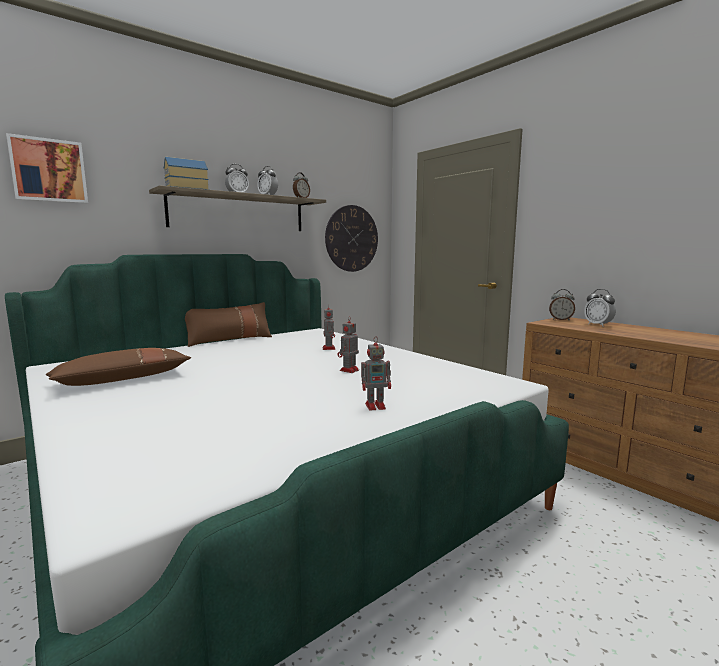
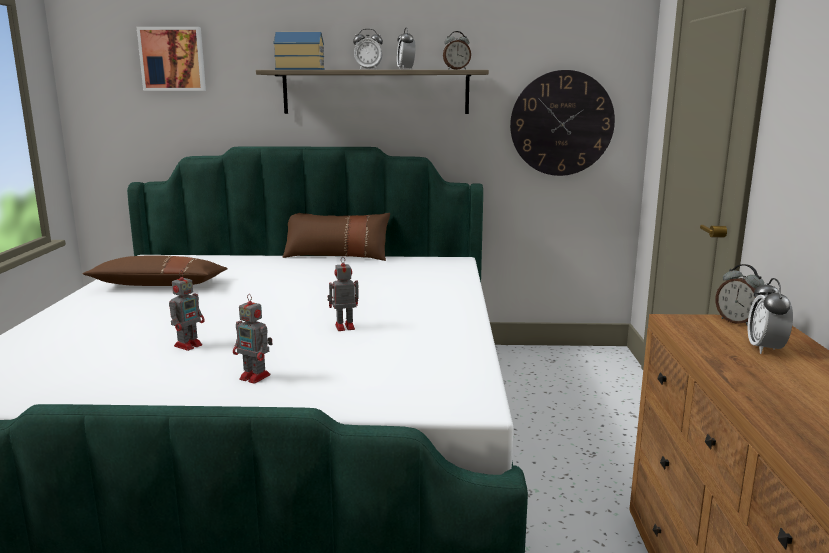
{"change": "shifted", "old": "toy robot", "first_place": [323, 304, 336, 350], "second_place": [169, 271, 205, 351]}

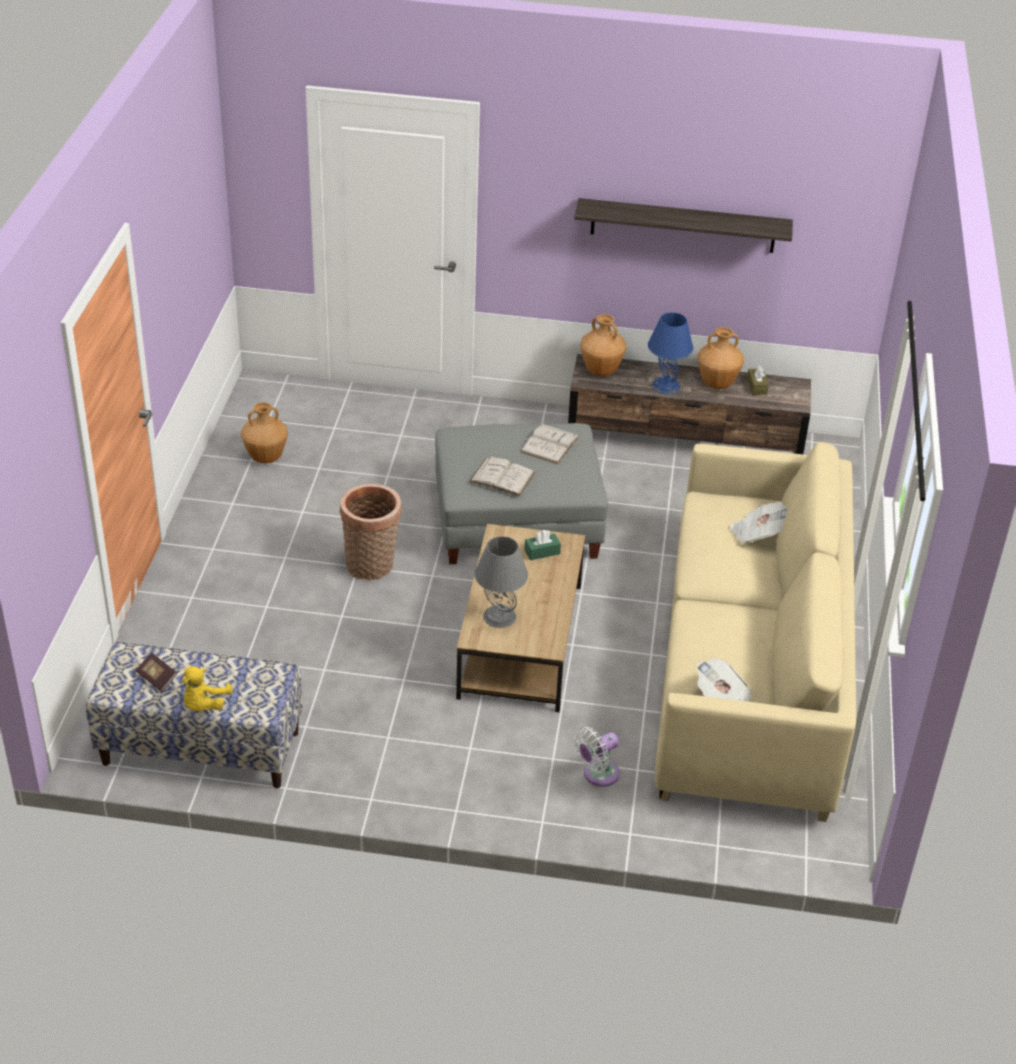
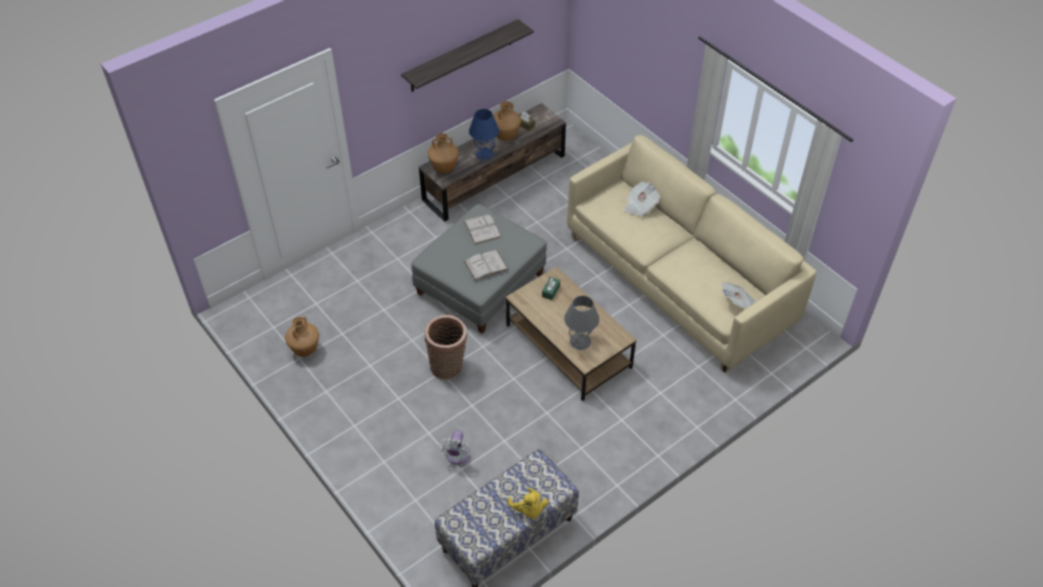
{"change": "gone", "old": "book", "first_place": [136, 652, 178, 692]}
{"change": "shifted", "old": "white fan", "first_place": [574, 727, 620, 787], "second_place": [439, 430, 470, 465]}

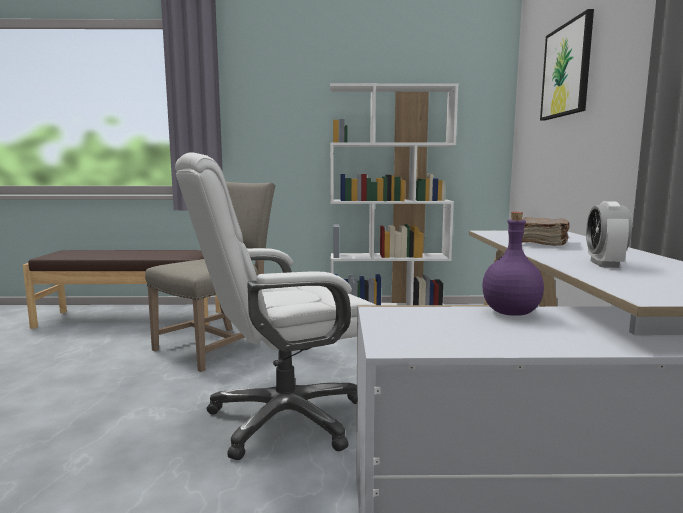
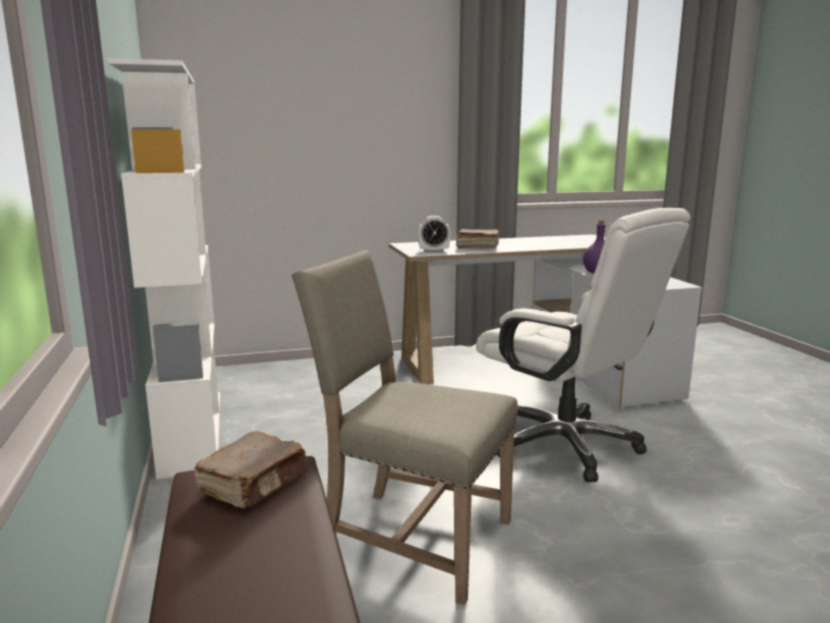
{"change": "gone", "old": "picture", "first_place": [540, 9, 594, 120]}
{"change": "shifted", "old": "alarm clock", "first_place": [586, 201, 632, 268], "second_place": [418, 216, 451, 253]}
{"change": "new", "new": "brown book", "second_place": [194, 431, 307, 508]}

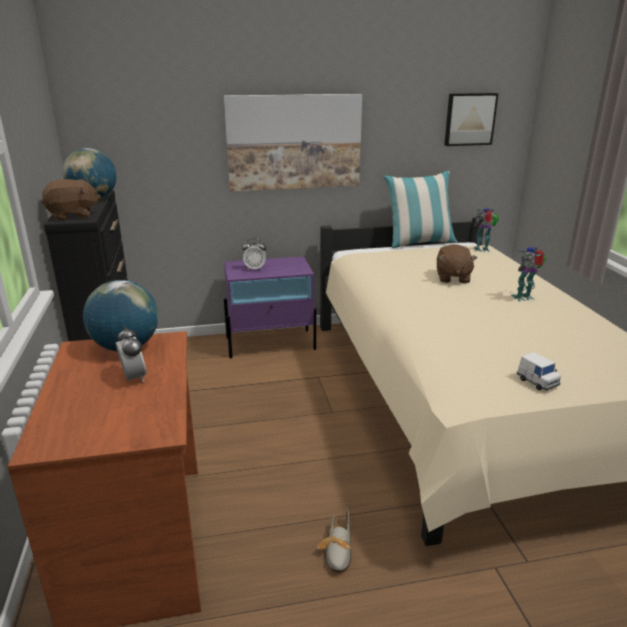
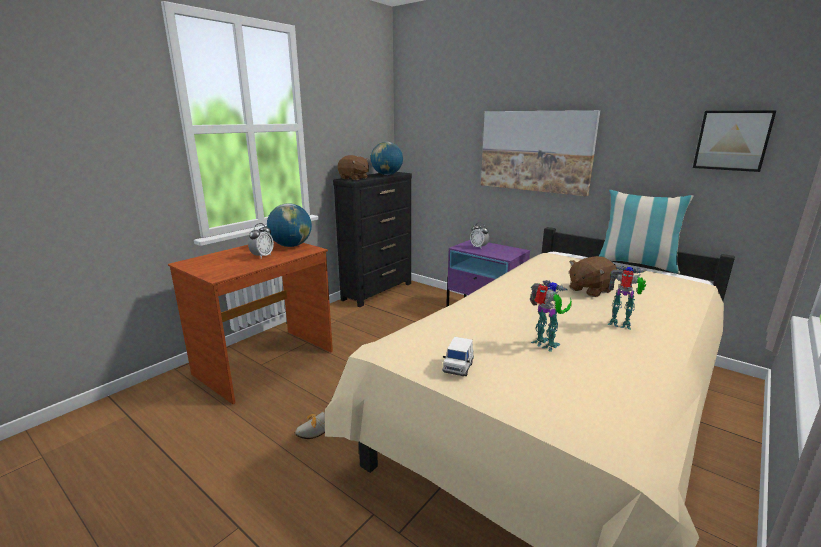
{"change": "shifted", "old": "toy robot", "first_place": [474, 208, 499, 252], "second_place": [530, 280, 572, 352]}

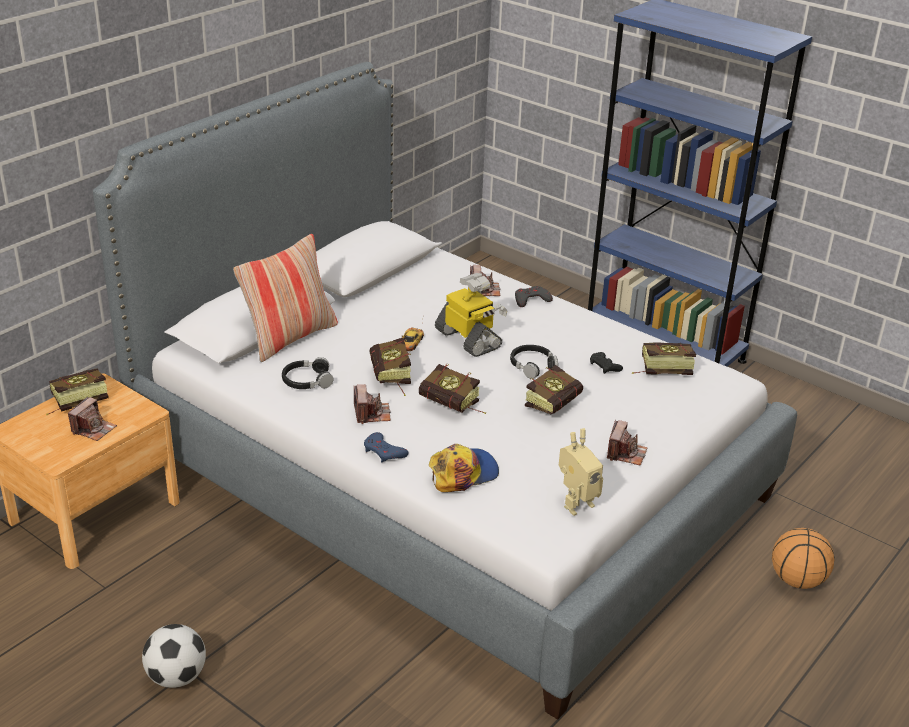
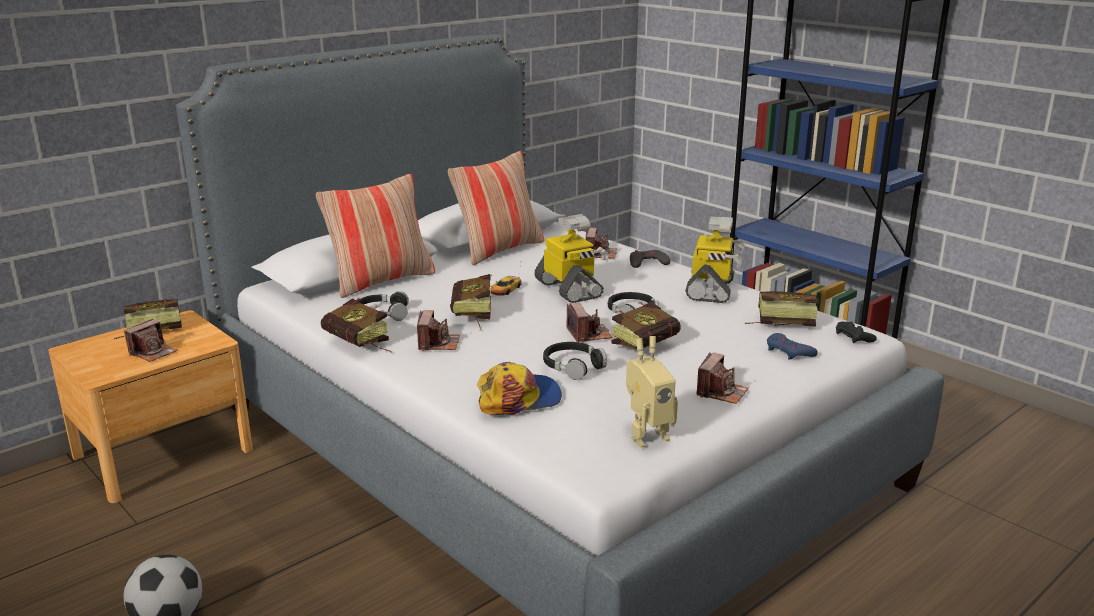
{"change": "shifted", "old": "black game controller", "first_place": [590, 352, 623, 374], "second_place": [836, 321, 877, 343]}
{"change": "shifted", "old": "book", "first_place": [419, 363, 486, 414], "second_place": [321, 298, 392, 353]}
{"change": "shifted", "old": "blue game controller", "first_place": [364, 432, 408, 463], "second_place": [767, 333, 818, 360]}
{"change": "gone", "old": "basketball", "first_place": [772, 528, 835, 589]}
{"change": "new", "new": "pillow", "second_place": [448, 151, 544, 265]}
{"change": "new", "new": "toy robot", "second_place": [685, 216, 745, 303]}
{"change": "new", "new": "photo camera", "second_place": [566, 302, 612, 343]}
{"change": "new", "new": "black headphones", "second_place": [543, 342, 607, 380]}

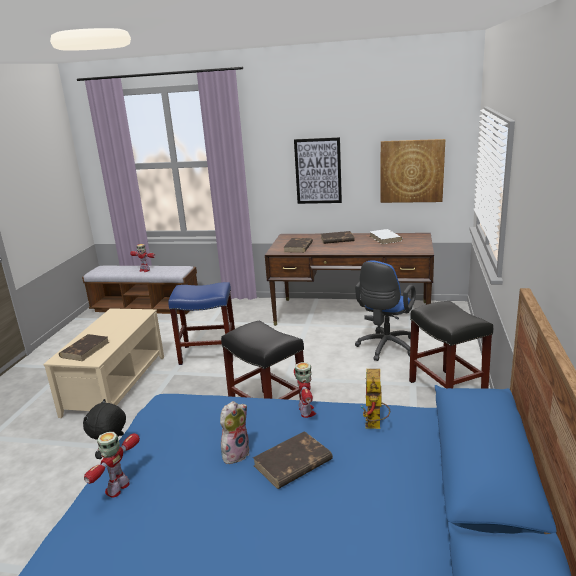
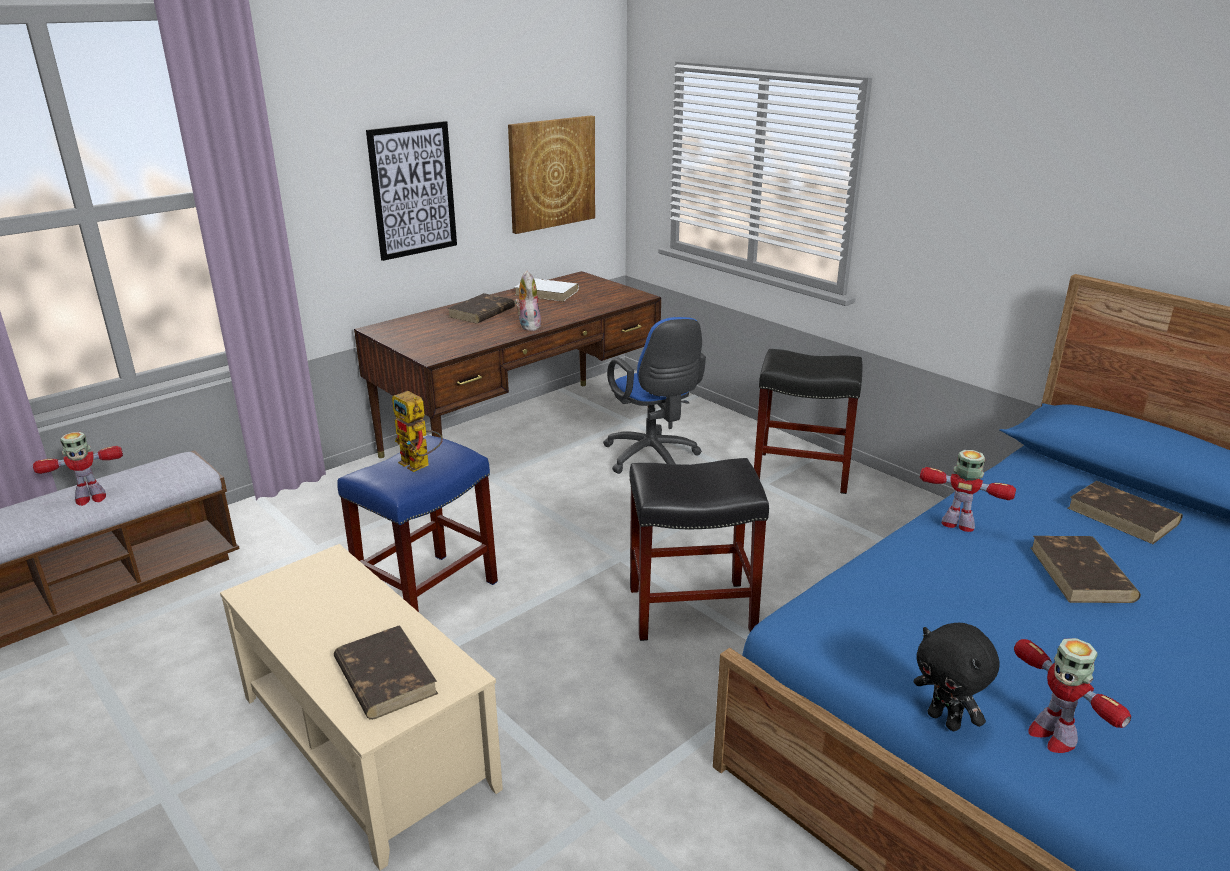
{"change": "shifted", "old": "brown book", "first_place": [284, 238, 313, 253], "second_place": [1068, 481, 1183, 544]}
{"change": "shifted", "old": "toy robot", "first_place": [361, 369, 390, 429], "second_place": [392, 391, 443, 472]}
{"change": "shifted", "old": "plush toy", "first_place": [220, 401, 249, 466], "second_place": [514, 270, 541, 331]}

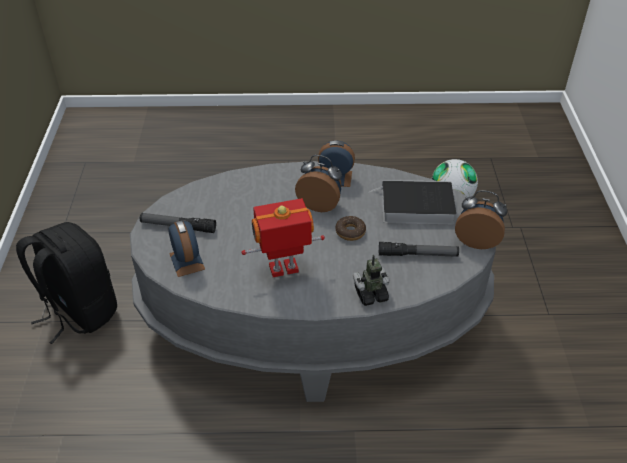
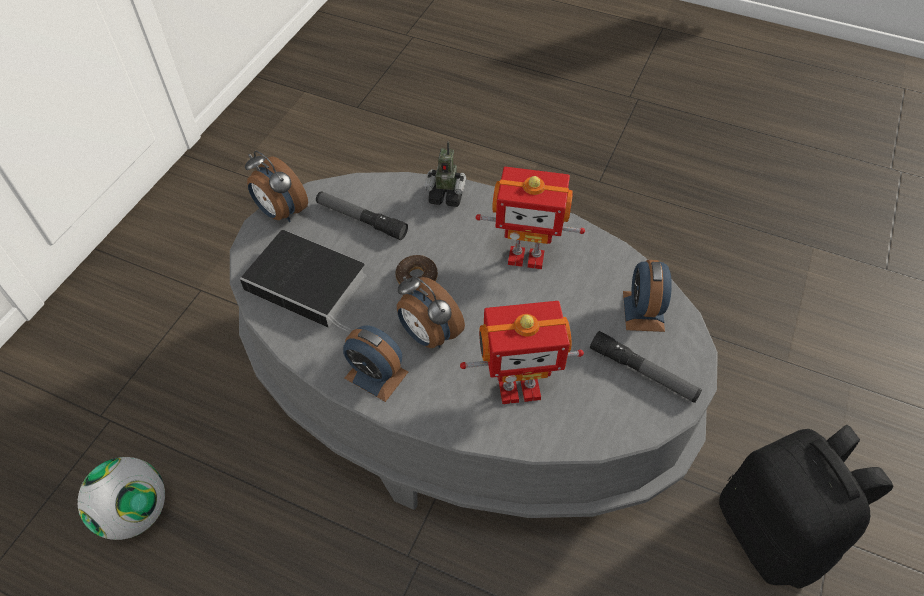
{"change": "new", "new": "toy robot", "second_place": [460, 301, 584, 404]}

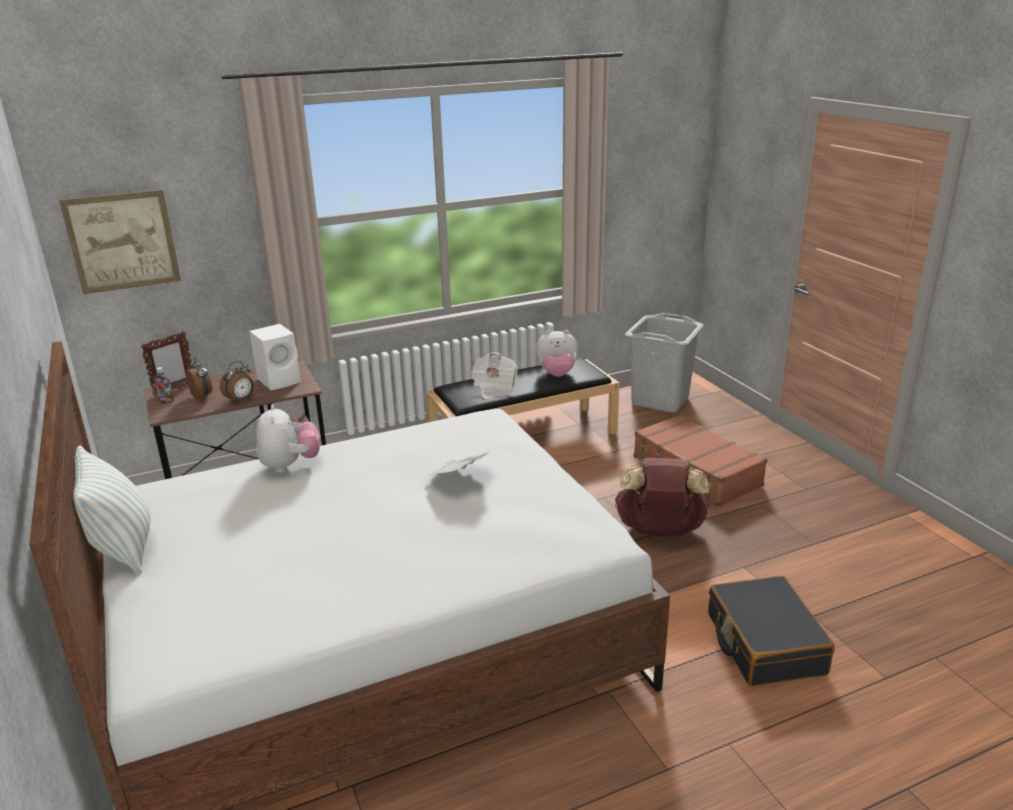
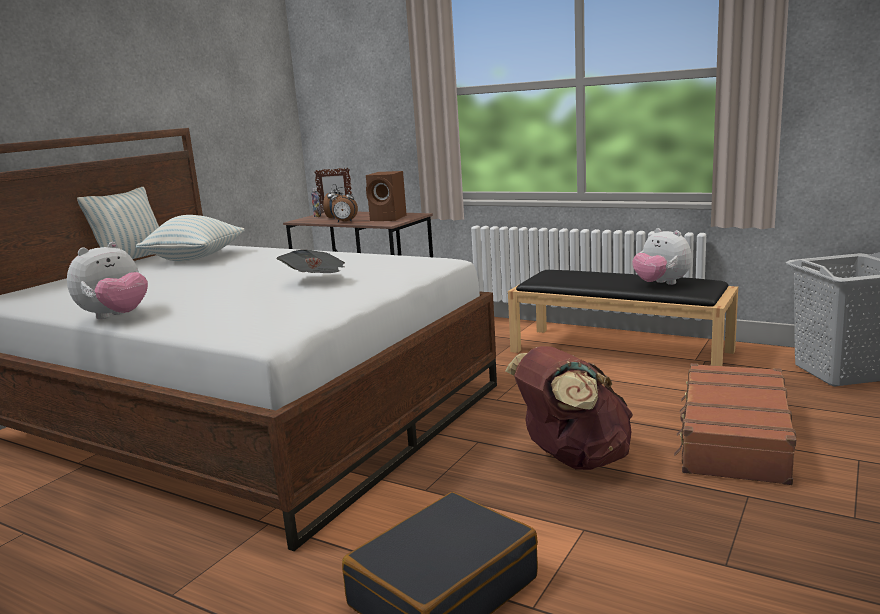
{"change": "gone", "old": "picture", "first_place": [59, 190, 181, 294]}
{"change": "repainted", "old": "white speaker", "new": "brown speaker", "first_place": [249, 324, 301, 390], "second_place": [366, 171, 407, 221]}
{"change": "gone", "old": "newspaper", "first_place": [471, 352, 518, 398]}
{"change": "shifted", "old": "plush toy", "first_place": [256, 404, 320, 473], "second_place": [67, 242, 148, 319]}
{"change": "new", "new": "pillow", "second_place": [136, 215, 244, 261]}

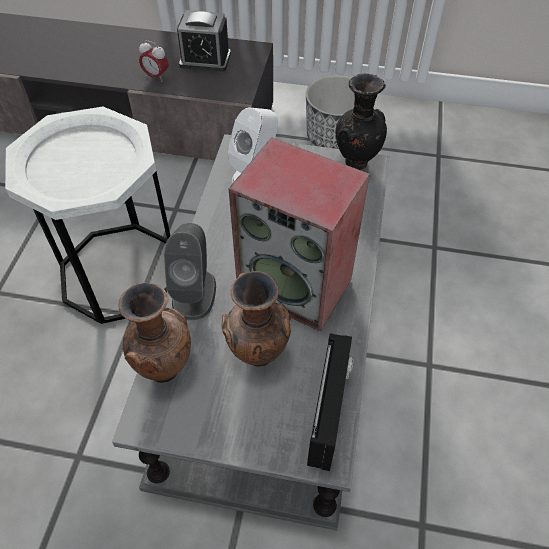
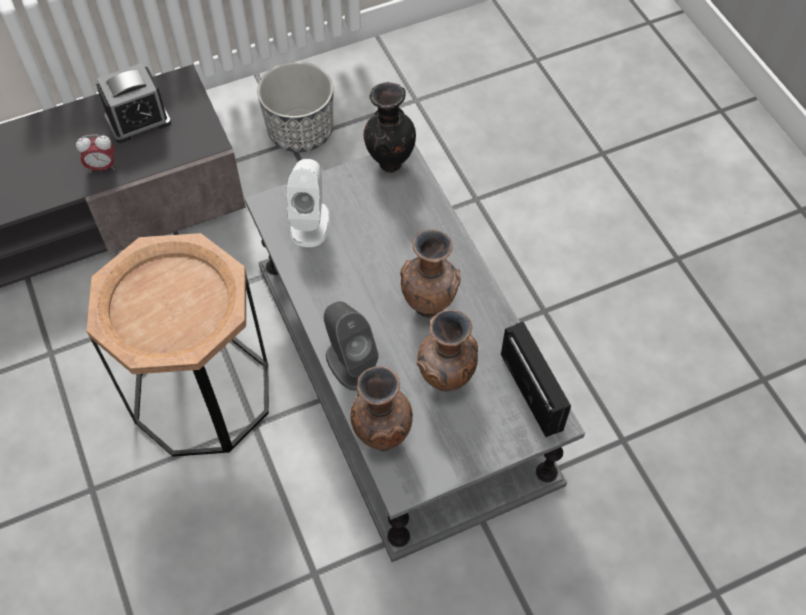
{"change": "repainted", "old": "white side table", "new": "brown side table", "first_place": [5, 107, 171, 324], "second_place": [86, 233, 269, 457]}
{"change": "swapped", "old": "speaker", "new": "brown vase", "first_place": [228, 137, 370, 332], "second_place": [400, 229, 461, 318]}

